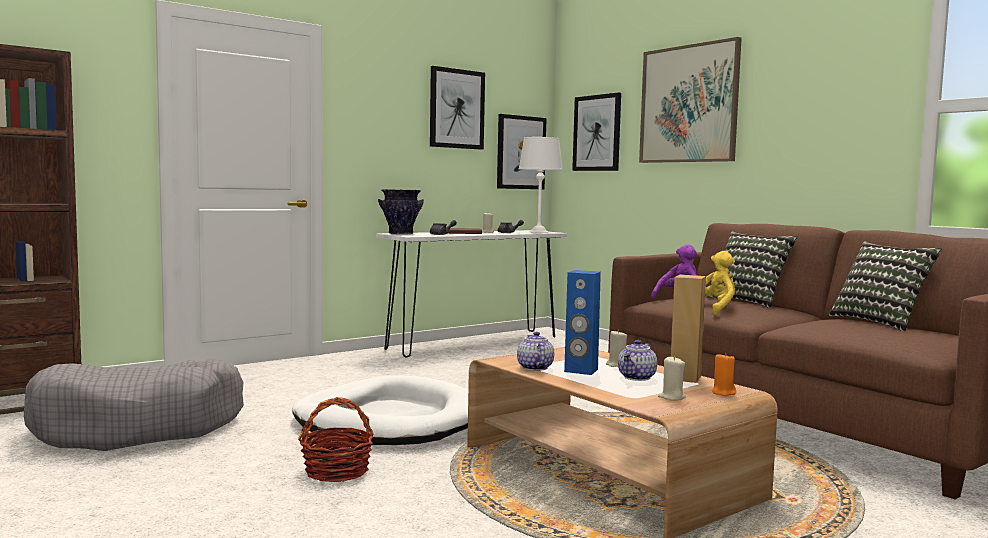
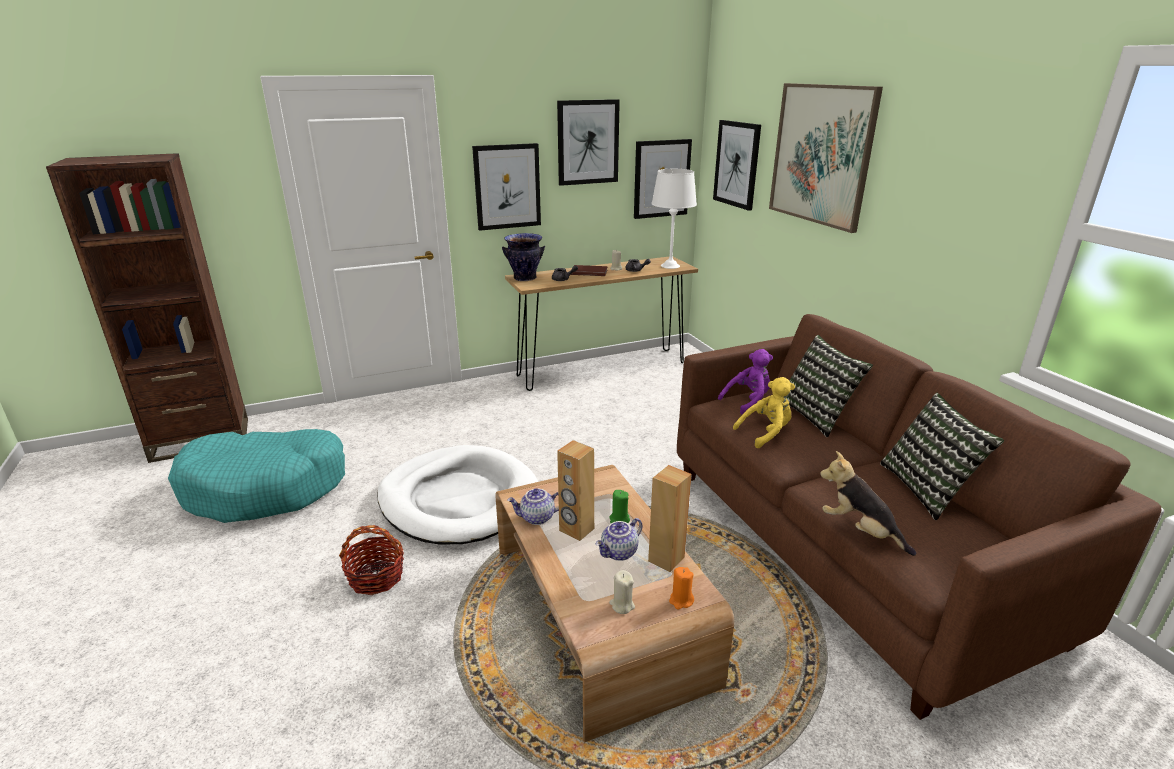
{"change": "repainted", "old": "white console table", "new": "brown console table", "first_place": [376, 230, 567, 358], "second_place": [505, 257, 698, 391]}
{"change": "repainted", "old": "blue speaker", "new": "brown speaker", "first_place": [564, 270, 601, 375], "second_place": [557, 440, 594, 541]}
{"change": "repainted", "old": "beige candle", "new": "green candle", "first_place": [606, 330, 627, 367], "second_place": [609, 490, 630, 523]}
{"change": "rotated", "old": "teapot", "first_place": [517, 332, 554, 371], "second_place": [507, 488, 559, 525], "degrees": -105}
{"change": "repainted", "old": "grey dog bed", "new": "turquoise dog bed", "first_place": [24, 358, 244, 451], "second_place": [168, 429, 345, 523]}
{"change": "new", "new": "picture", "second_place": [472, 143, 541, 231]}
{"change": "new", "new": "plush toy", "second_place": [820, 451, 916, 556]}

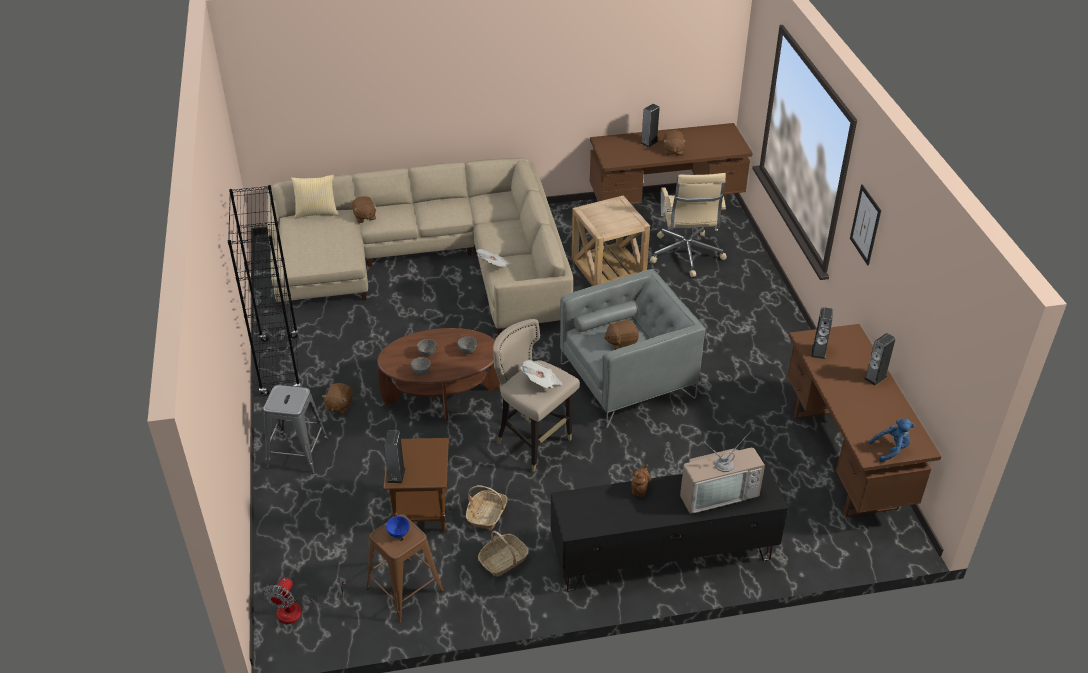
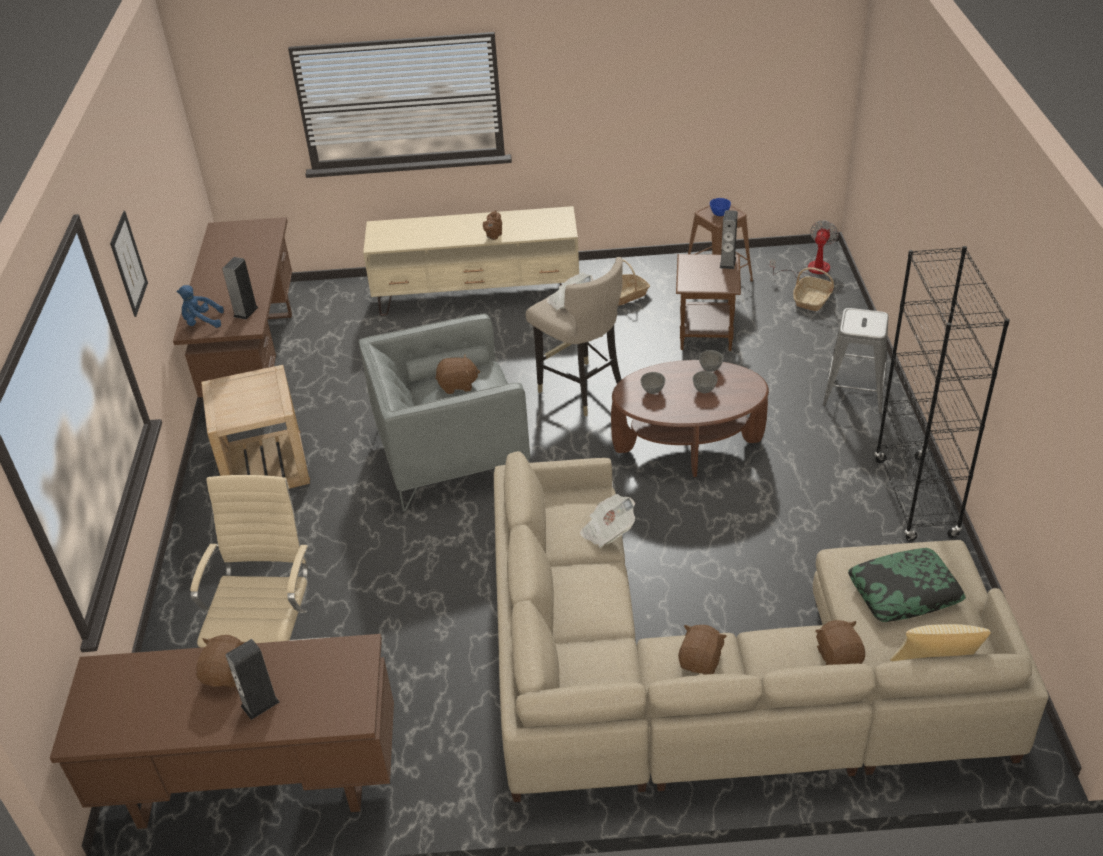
{"change": "shifted", "old": "beige side table", "first_place": [572, 195, 650, 286], "second_place": [201, 365, 310, 488]}
{"change": "gone", "old": "speaker", "first_place": [864, 333, 896, 386]}
{"change": "shifted", "old": "brown plush toy", "first_place": [322, 383, 353, 414], "second_place": [678, 625, 727, 675]}
{"change": "shifted", "old": "blue plush toy", "first_place": [869, 419, 915, 462], "second_place": [176, 285, 224, 328]}
{"change": "gone", "old": "television", "first_place": [680, 431, 765, 514]}
{"change": "repainted", "old": "black tv stand", "new": "beige tv stand", "first_place": [551, 462, 788, 592], "second_place": [363, 206, 579, 316]}
{"change": "shifted", "old": "basket", "first_place": [466, 485, 508, 531], "second_place": [793, 267, 834, 311]}
{"change": "new", "new": "pillow", "second_place": [848, 548, 966, 622]}

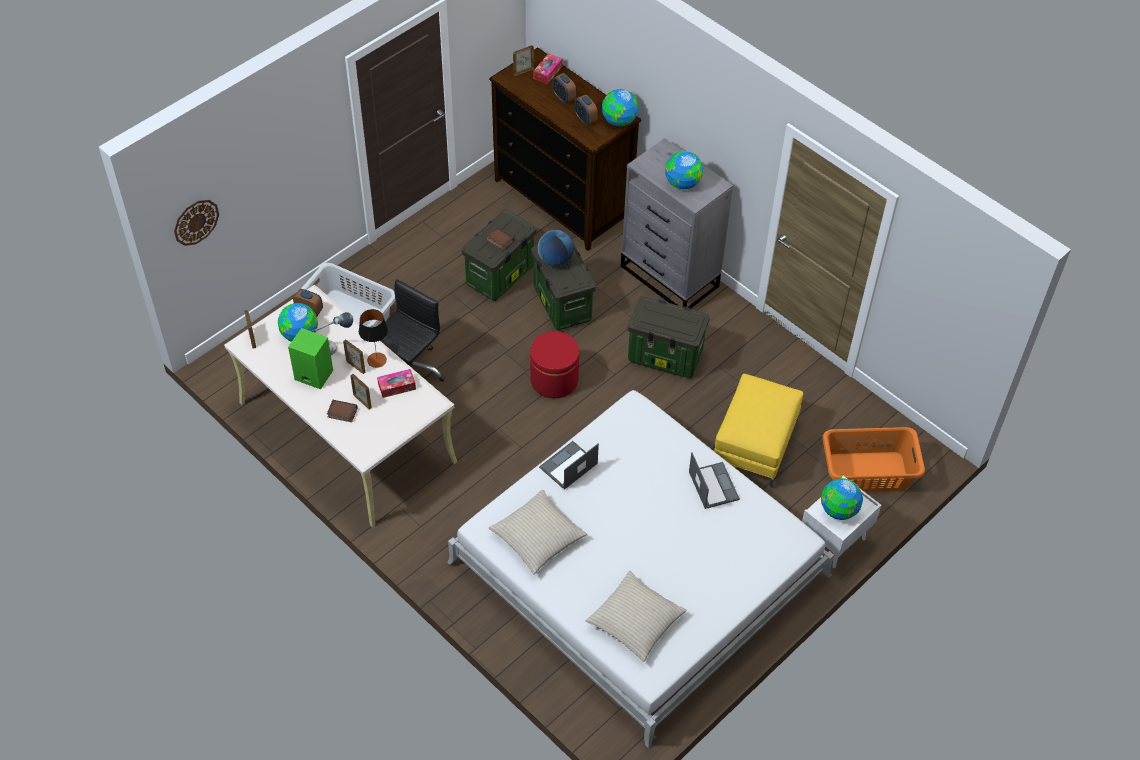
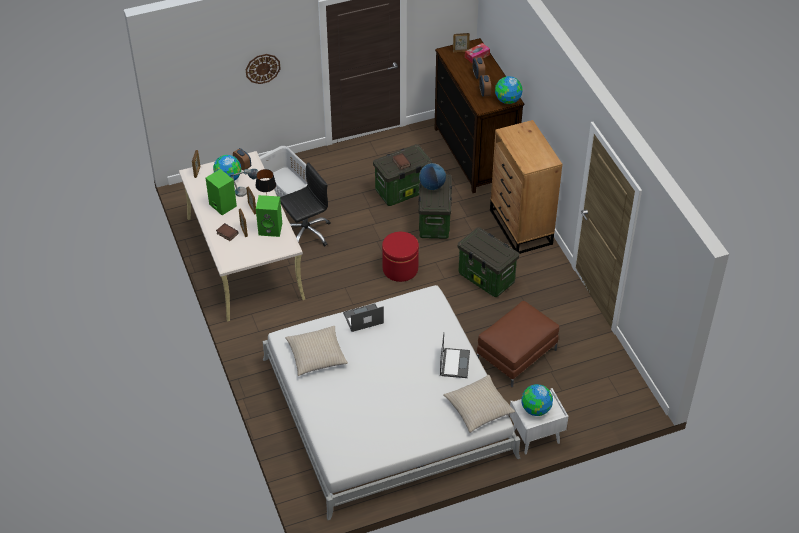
{"change": "repainted", "old": "grey dresser", "new": "brown dresser", "first_place": [621, 138, 733, 308], "second_place": [490, 120, 562, 254]}
{"change": "gone", "old": "globe", "first_place": [665, 151, 703, 189]}
{"change": "shifted", "old": "wall clock", "first_place": [174, 200, 219, 246], "second_place": [246, 54, 281, 84]}
{"change": "swapped", "old": "tissue box", "new": "green speaker", "first_place": [377, 369, 416, 398], "second_place": [256, 195, 282, 237]}
{"change": "repainted", "old": "yellow ottoman", "new": "brown ottoman", "first_place": [714, 374, 803, 488], "second_place": [477, 301, 559, 387]}
{"change": "gone", "old": "orange laundry basket", "first_place": [822, 427, 925, 492]}
{"change": "shifted", "old": "beige pillow", "first_place": [585, 571, 686, 662], "second_place": [443, 375, 515, 433]}

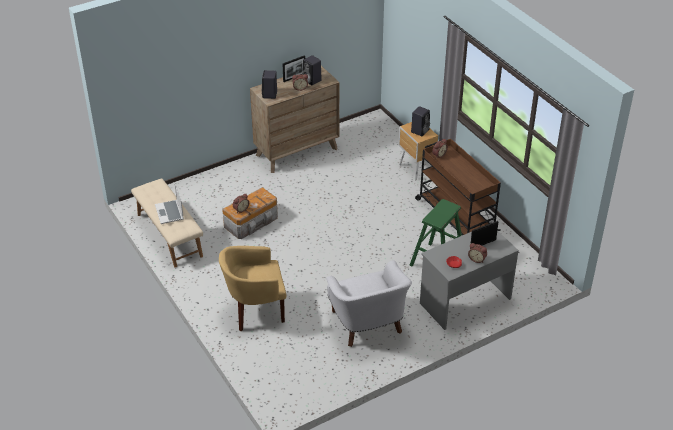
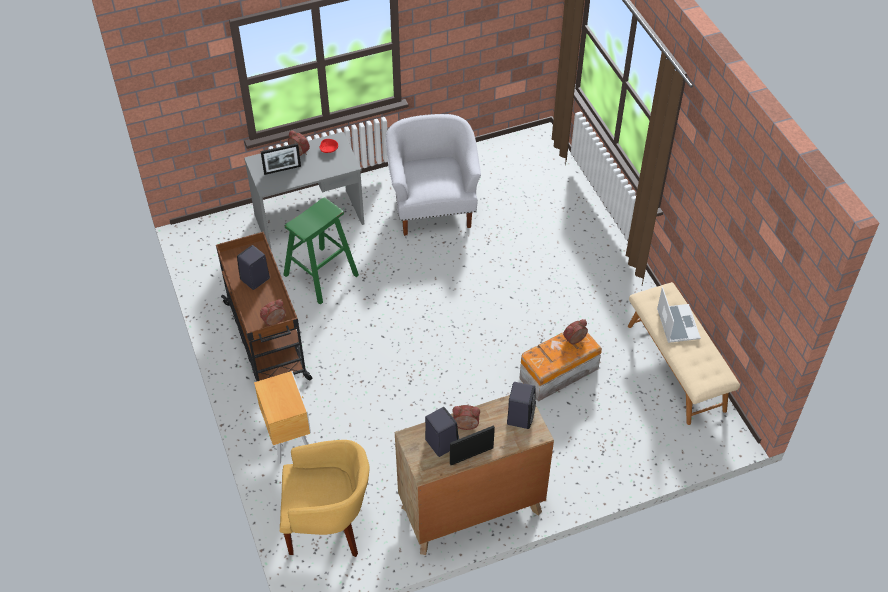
{"change": "shifted", "old": "black speaker", "first_place": [411, 106, 430, 136], "second_place": [237, 245, 270, 290]}
{"change": "shifted", "old": "yellow armchair", "first_place": [219, 246, 286, 332], "second_place": [280, 440, 370, 557]}

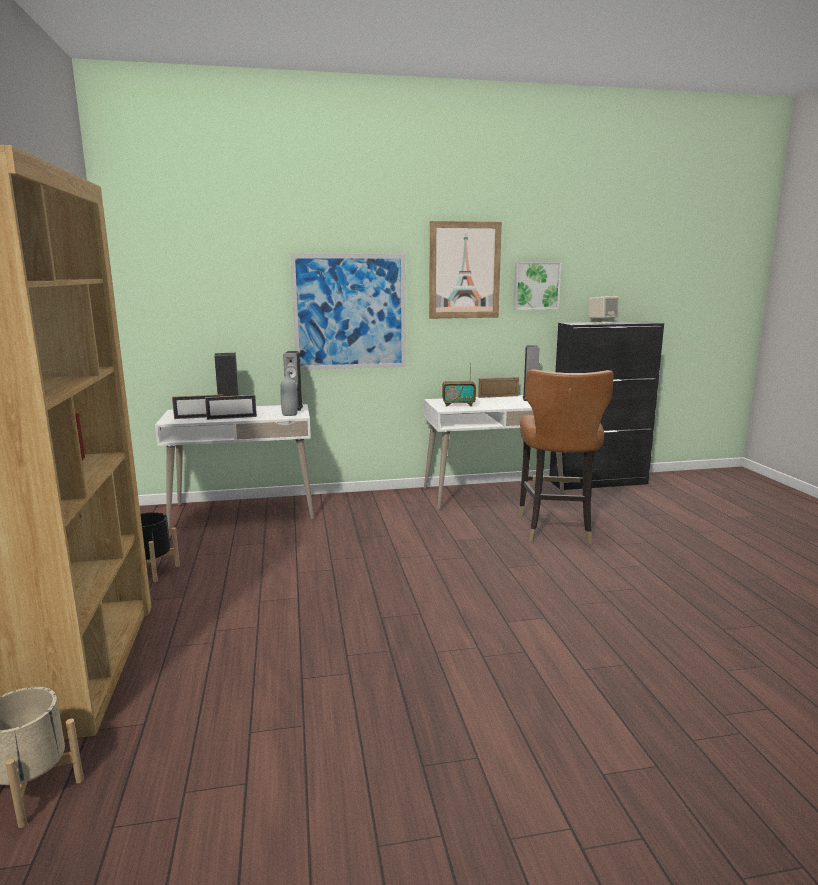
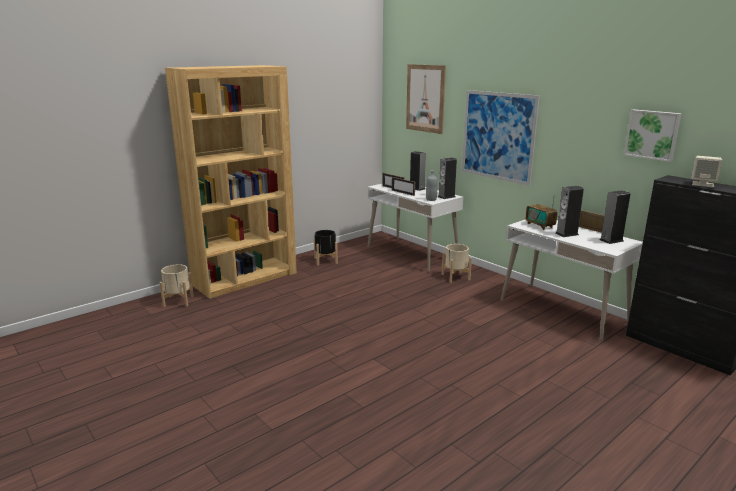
{"change": "shifted", "old": "picture", "first_place": [429, 221, 502, 319], "second_place": [406, 64, 446, 134]}
{"change": "gone", "old": "brown chair", "first_place": [519, 369, 614, 544]}
{"change": "new", "new": "speaker", "second_place": [555, 186, 584, 237]}
{"change": "new", "new": "beige planter", "second_place": [441, 244, 472, 283]}

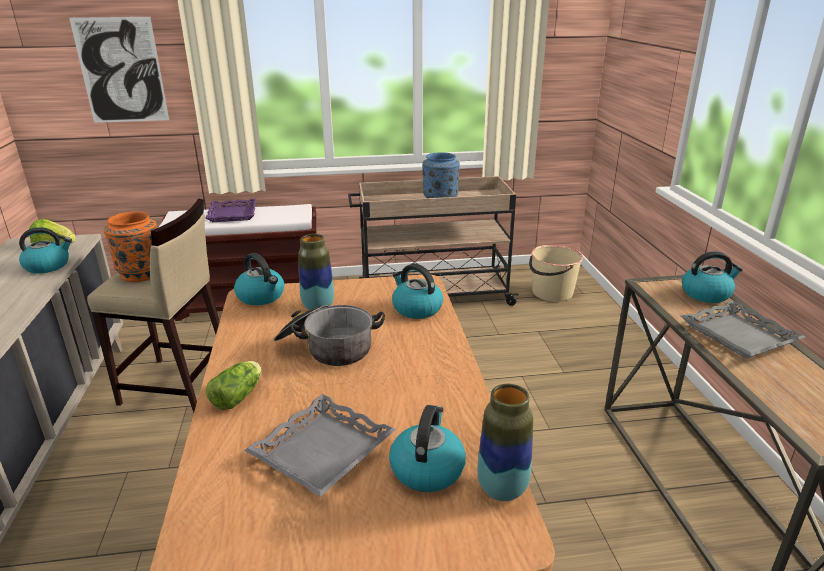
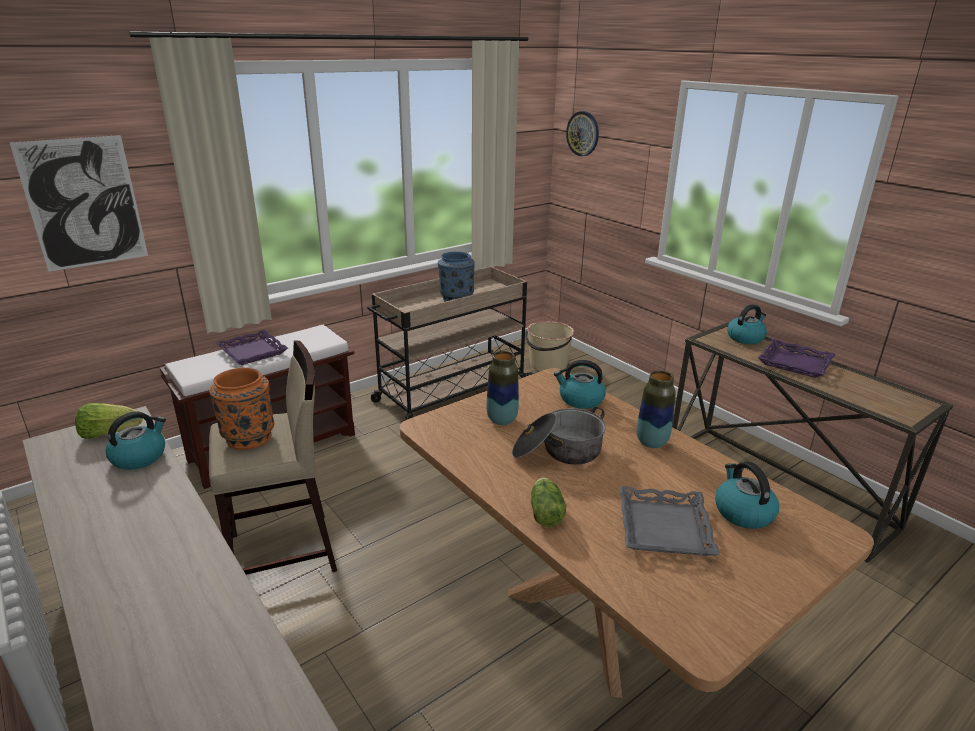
{"change": "gone", "old": "kettle", "first_place": [234, 252, 284, 305]}
{"change": "repainted", "old": "grey tray", "new": "purple tray", "first_place": [681, 300, 805, 358], "second_place": [758, 339, 835, 378]}
{"change": "shifted", "old": "vase", "first_place": [477, 384, 533, 501], "second_place": [636, 371, 675, 448]}
{"change": "new", "new": "wall clock", "second_place": [566, 111, 599, 156]}

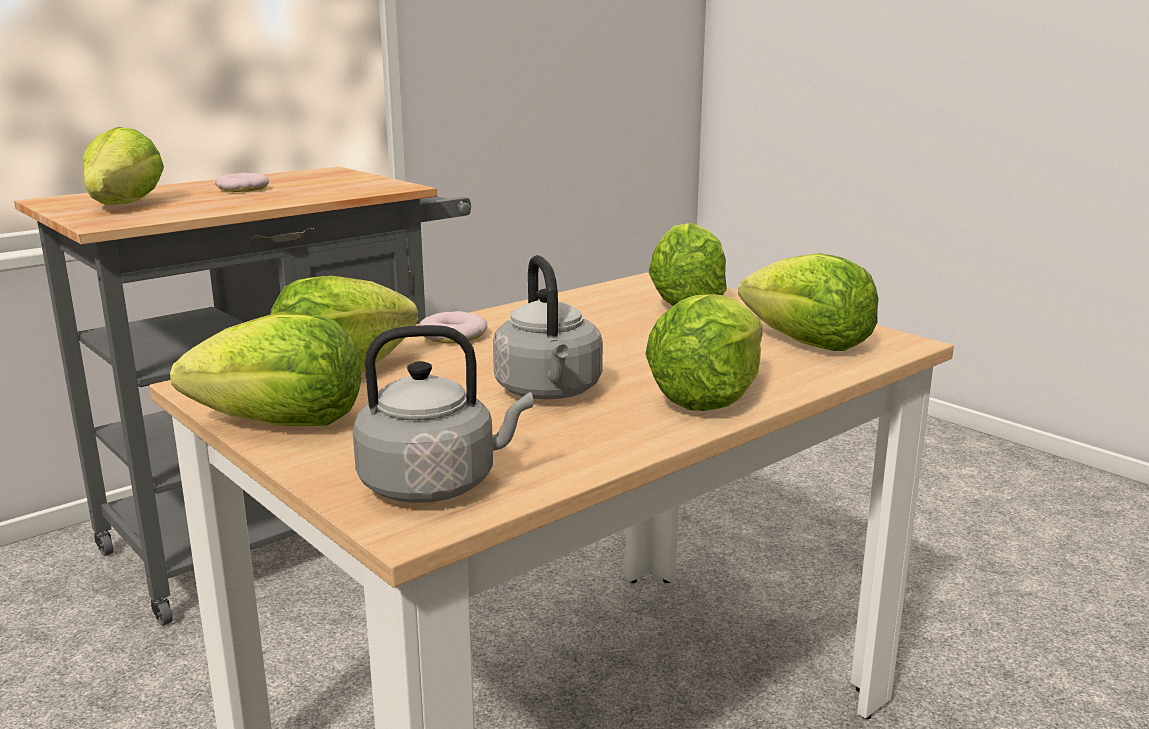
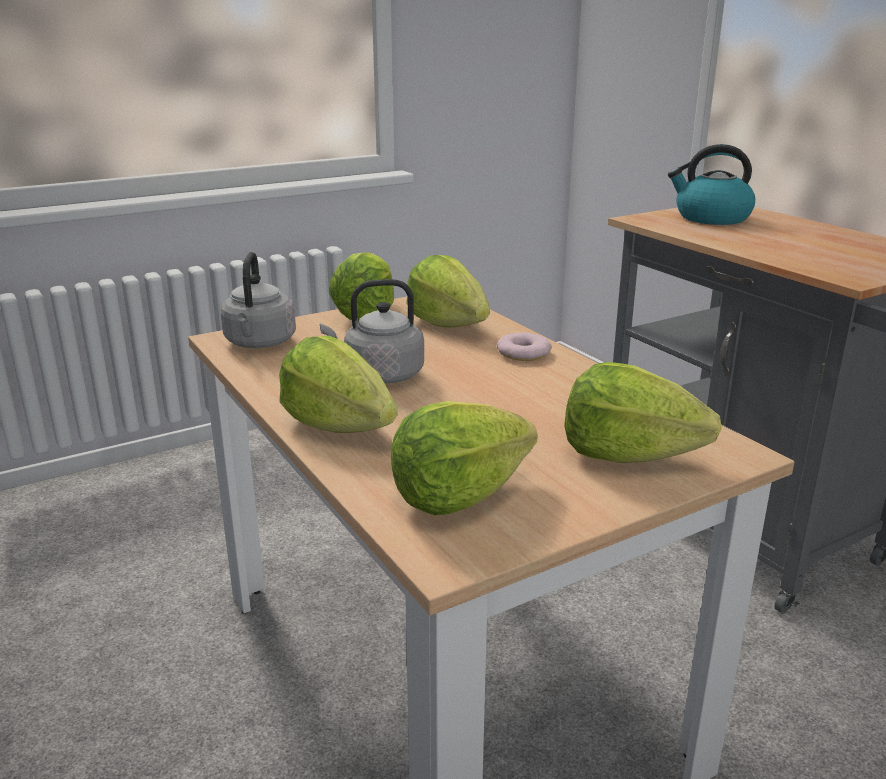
{"change": "swapped", "old": "lettuce", "new": "kettle", "first_place": [83, 127, 164, 205], "second_place": [668, 144, 755, 225]}
{"change": "gone", "old": "donut", "first_place": [215, 173, 269, 192]}

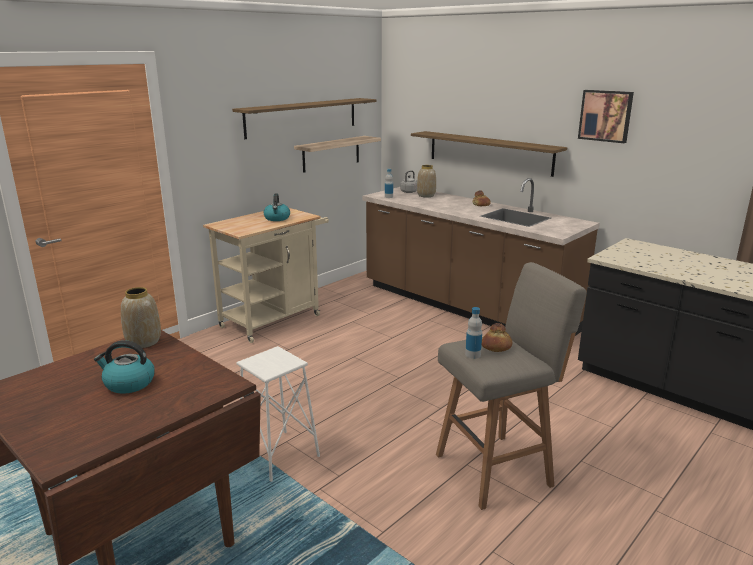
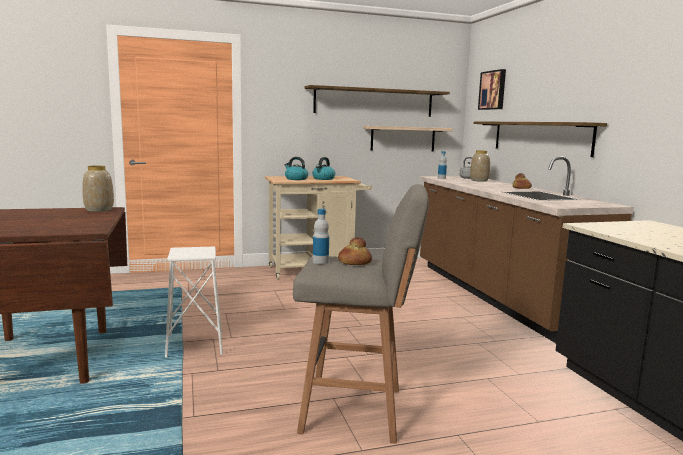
{"change": "shifted", "old": "picture", "first_place": [578, 90, 634, 143], "second_place": [478, 69, 506, 110]}
{"change": "shifted", "old": "kettle", "first_place": [94, 340, 155, 394], "second_place": [285, 157, 308, 180]}

